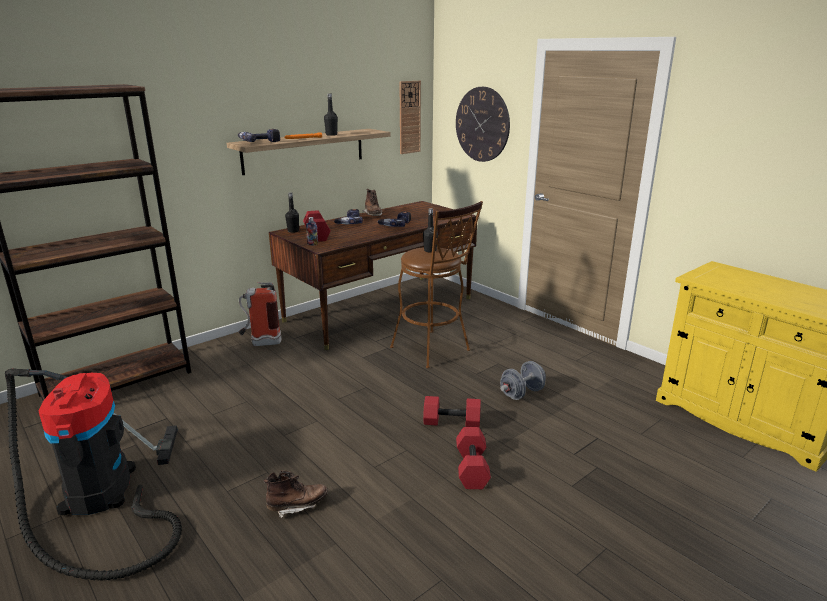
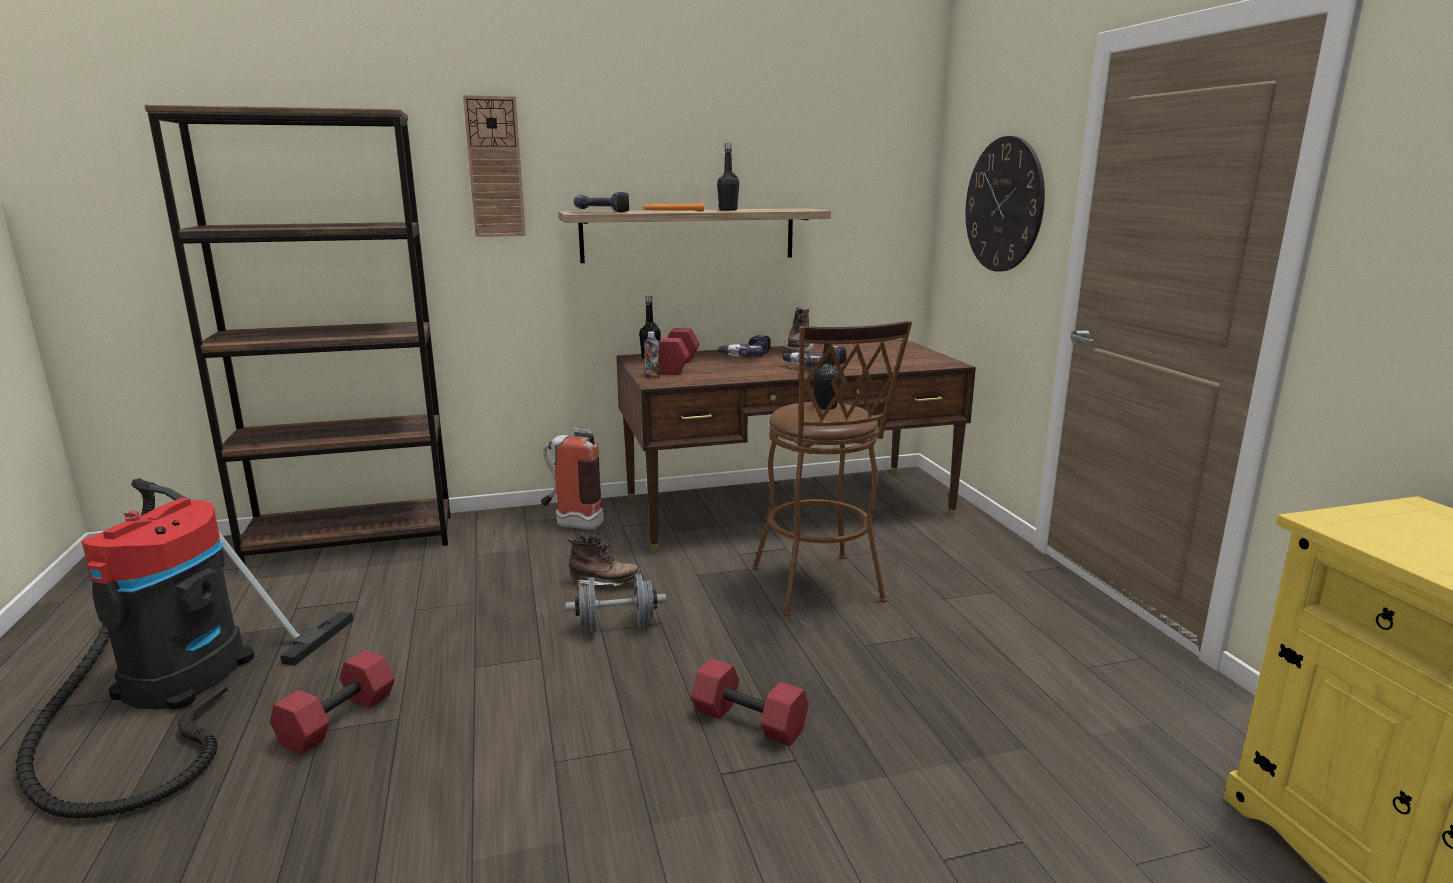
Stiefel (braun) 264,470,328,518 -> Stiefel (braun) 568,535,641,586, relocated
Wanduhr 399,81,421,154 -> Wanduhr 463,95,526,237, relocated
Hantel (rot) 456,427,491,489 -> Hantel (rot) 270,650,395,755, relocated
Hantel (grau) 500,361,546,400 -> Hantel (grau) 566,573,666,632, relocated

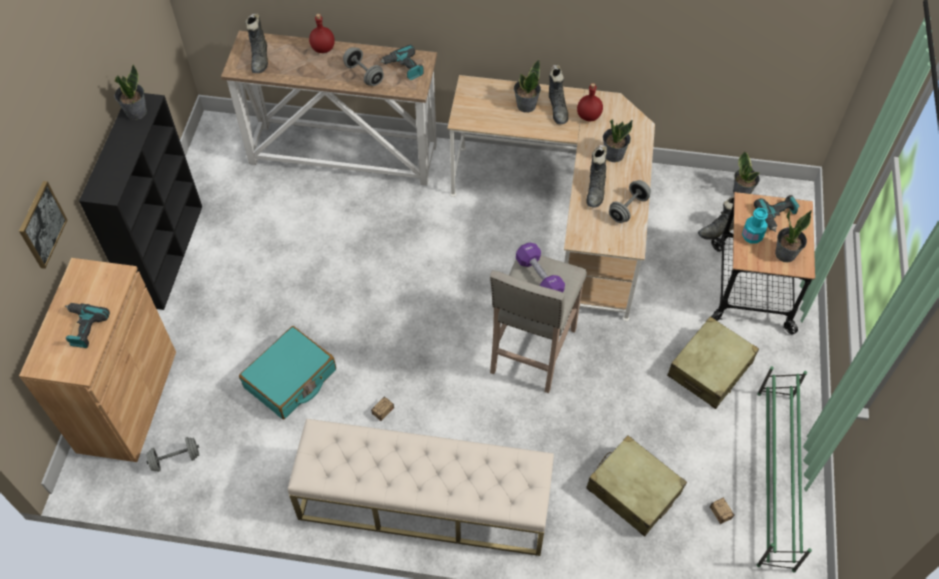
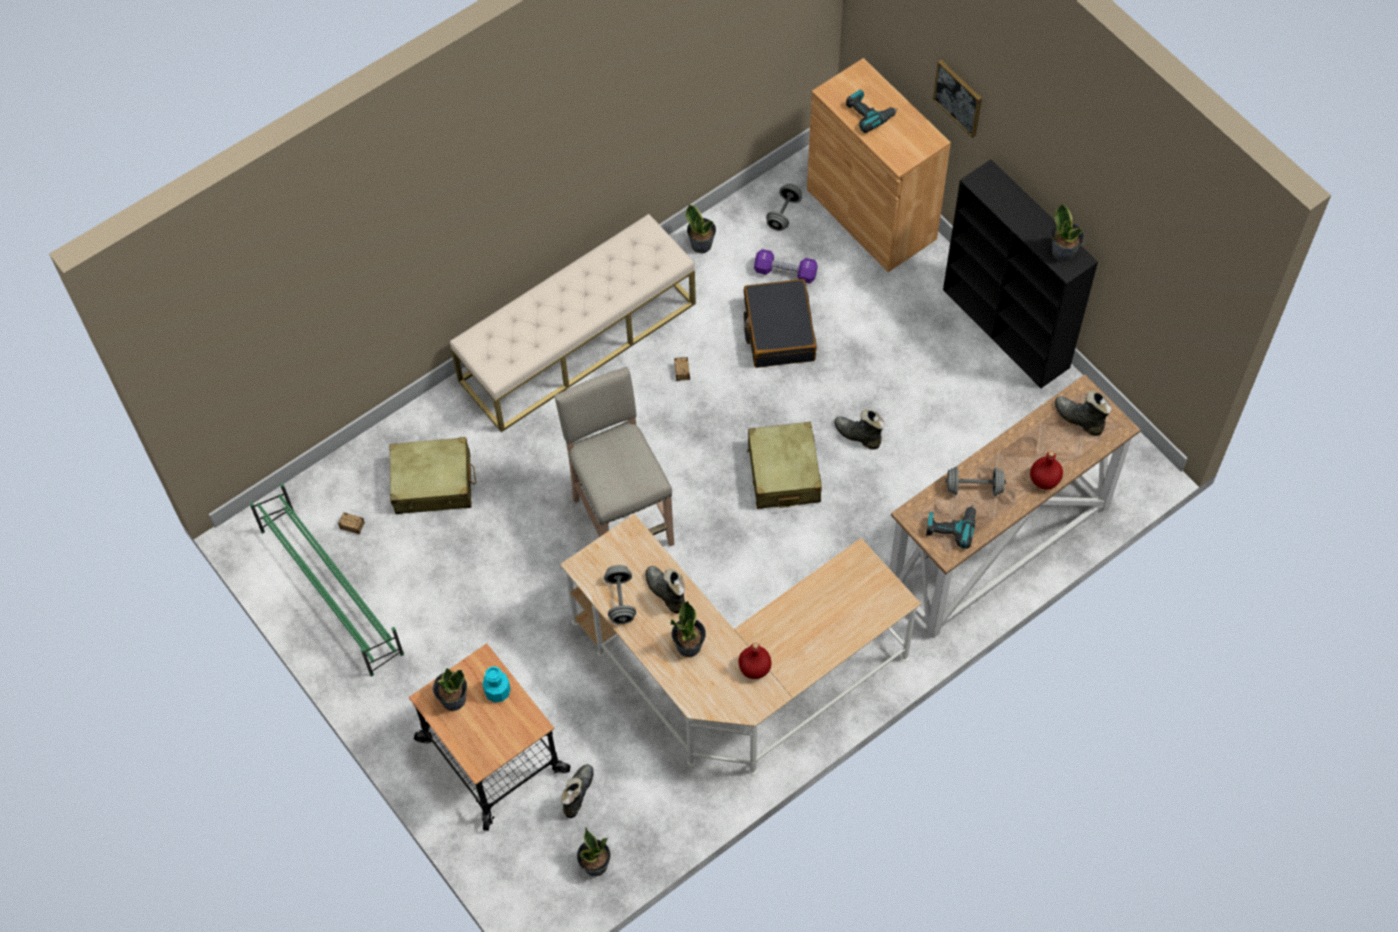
Bohrmaschine 754,195,799,232 -> none
Topfpflanze 514,59,541,113 -> Topfpflanze 686,205,716,253, relocated
Hantel (lila) 516,243,565,293 -> Hantel (lila) 754,249,818,284, relocated
Stiefel (schwarz) 549,65,568,124 -> Stiefel (schwarz) 834,409,885,449, relocated
Koffer (beige) 667,317,759,409 -> Koffer (beige) 747,422,822,509, relocated
Koffer (türkis) 239,326,336,419 -> Koffer (schwarz) 744,279,817,368

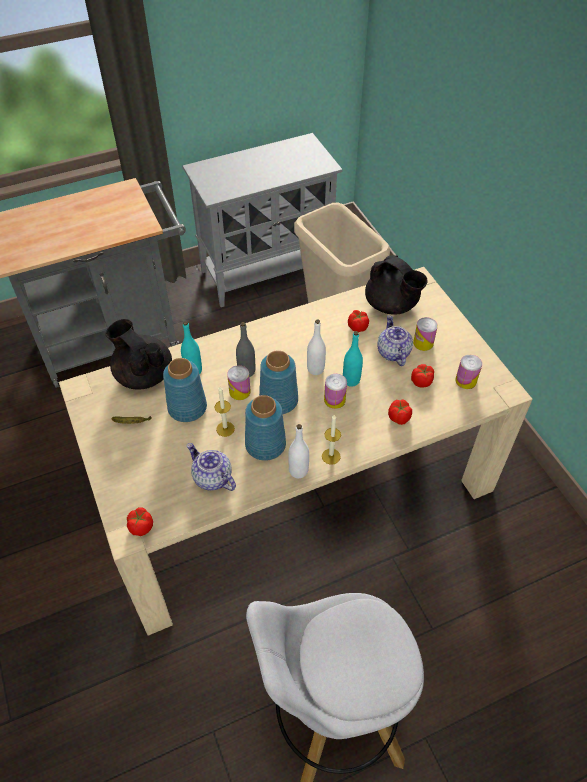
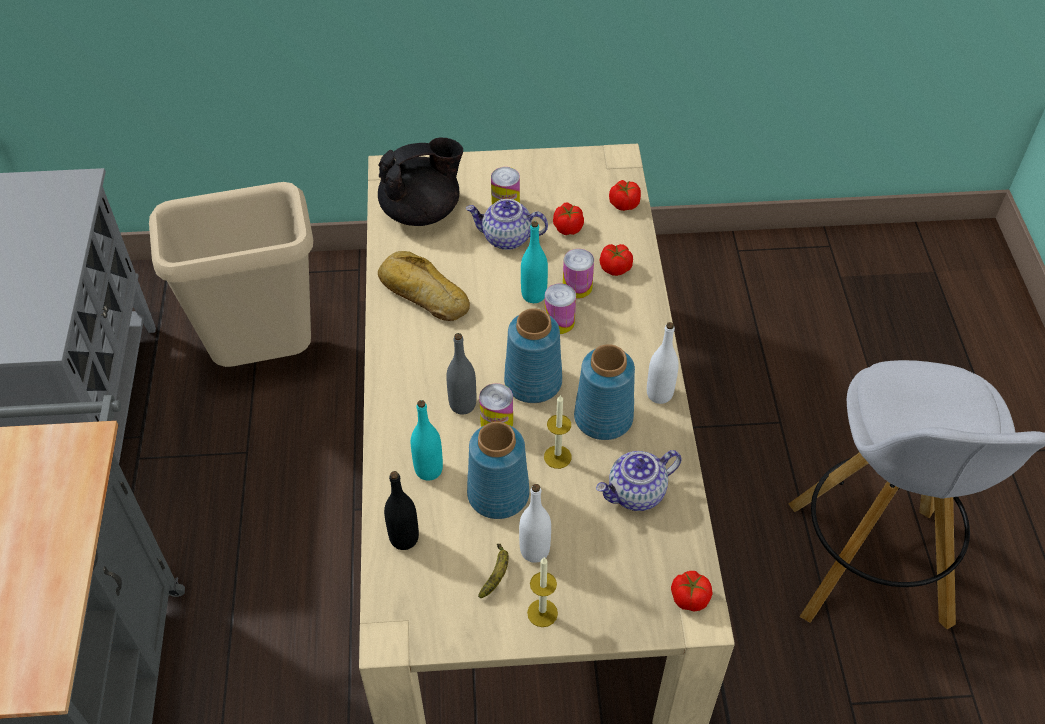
none -> Brot 378,251,470,321
Flasche (weiß) 307,319,326,375 -> Flasche (weiß) 519,484,551,563, relocated
Kerze 322,415,341,465 -> Kerze 527,558,558,627, relocated
Tomate 348,310,369,332 -> Tomate 609,180,641,211, relocated
Dose 455,355,482,389 -> Dose 563,249,594,298, relocated
Teekanne (schwarz) 106,319,172,390 -> Flasche (schwarz) 384,471,419,550

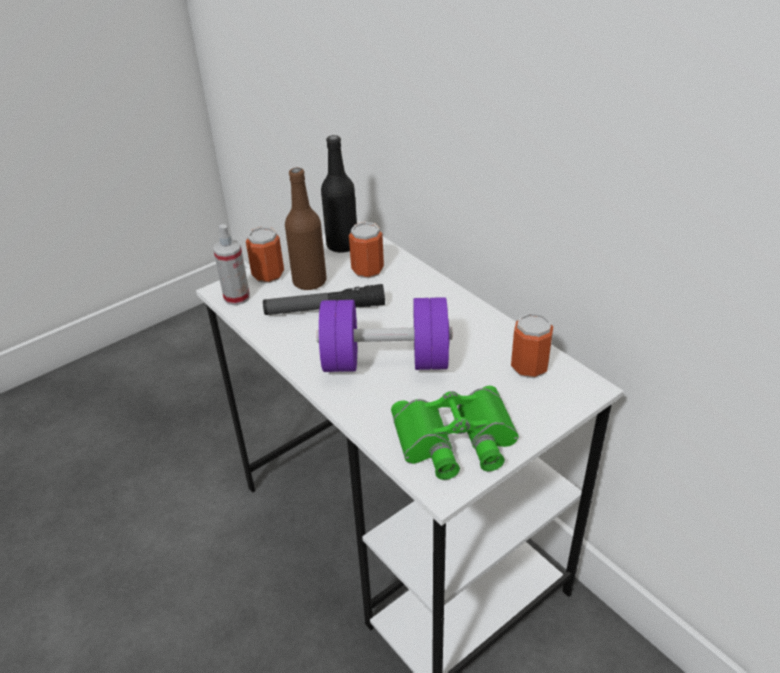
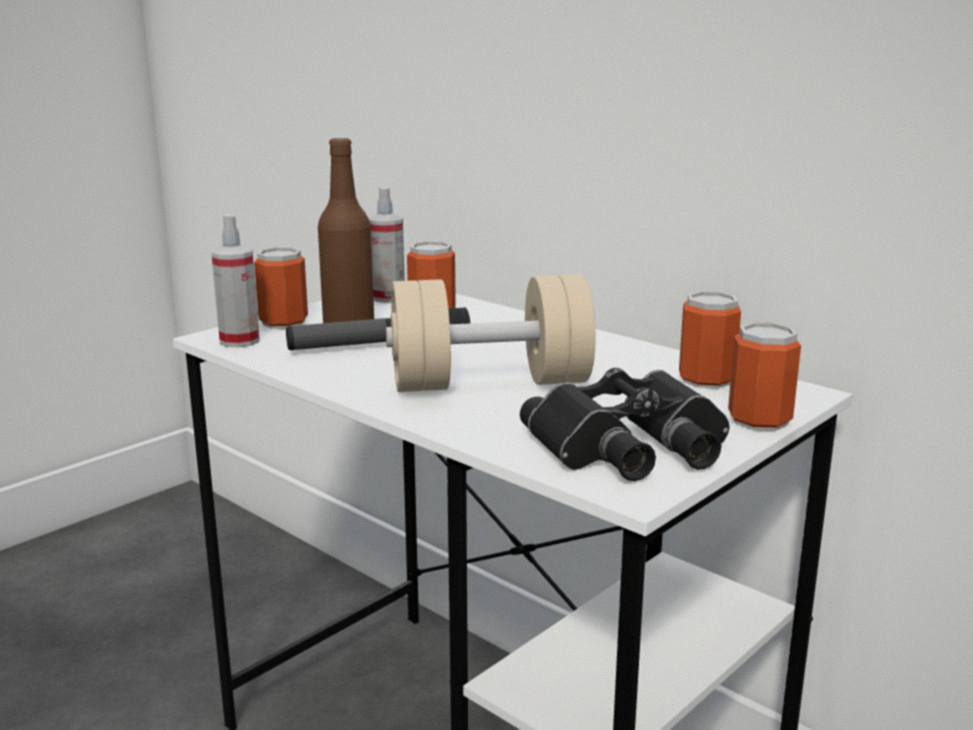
none -> Dose 728,322,801,431
Flasche (schwarz) 321,135,357,253 -> Sprühflasche 369,187,405,303
Hantel (lila) 316,297,452,372 -> Hantel (beige) 386,274,596,392
Fernglas (grün) 391,386,519,480 -> Fernglas (schwarz) 520,368,729,481

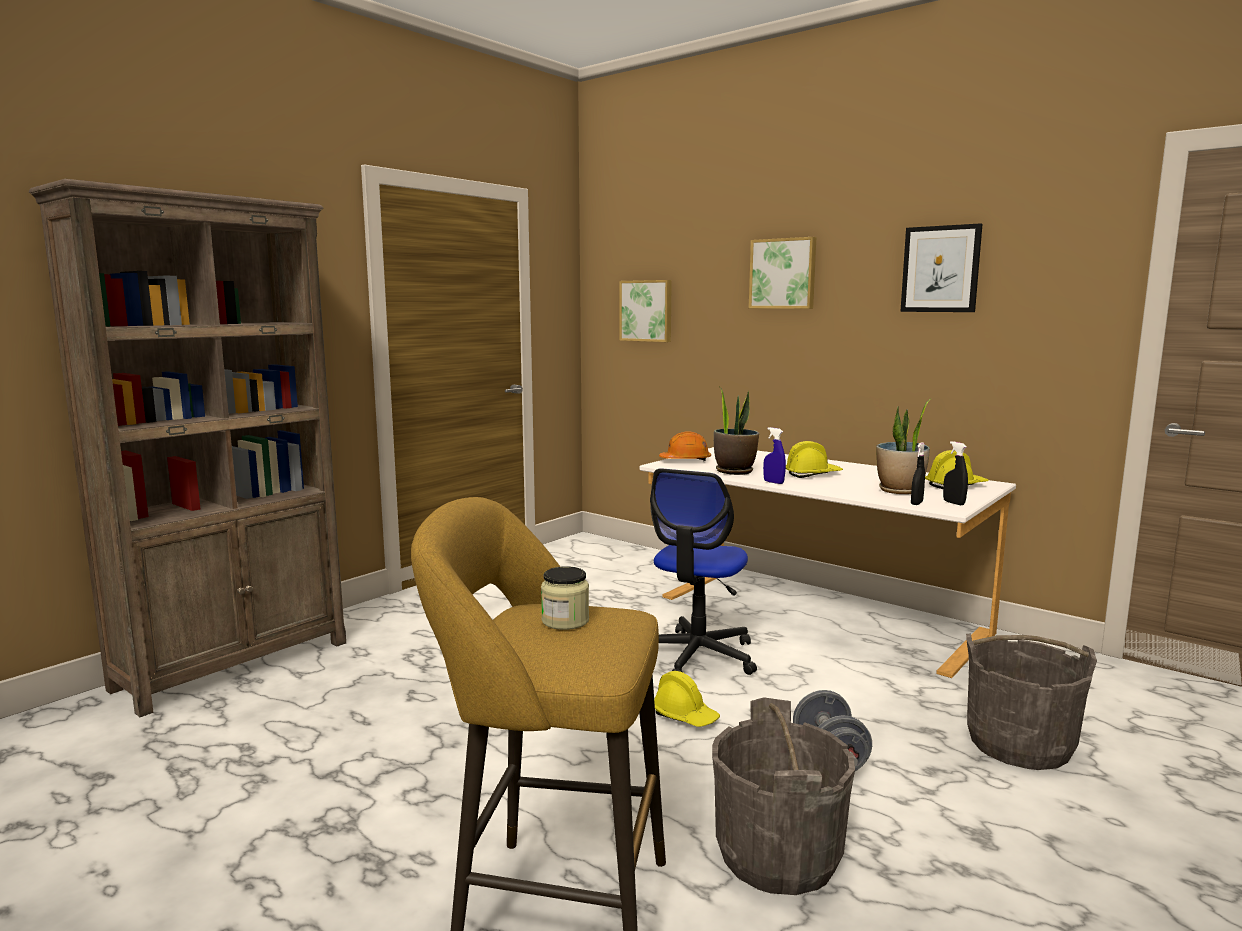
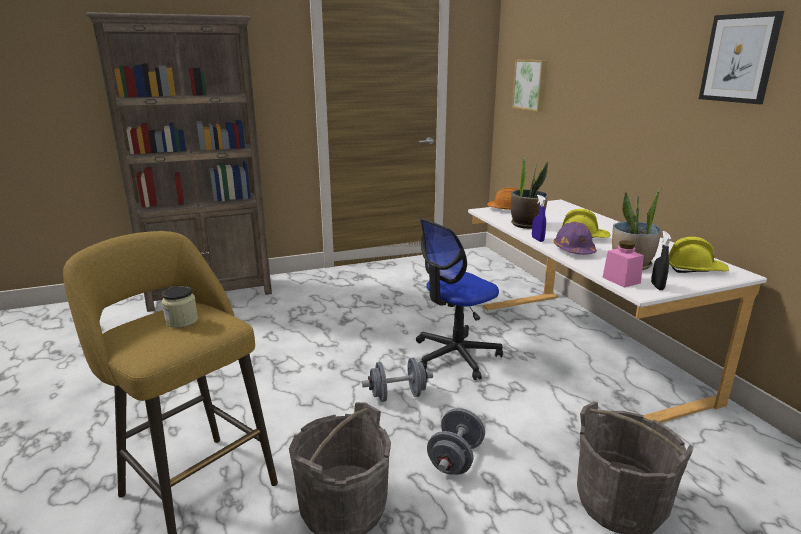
Bild 749,237,816,309 -> none
none -> Schutzhelm (lila) 554,222,597,255
Schutzhelm (gelb) 654,671,720,727 -> Hantel (grau) 362,358,433,402
Sprühflasche (schwarz) 911,442,925,505 -> Vorratsglas (rosa) 602,240,644,288

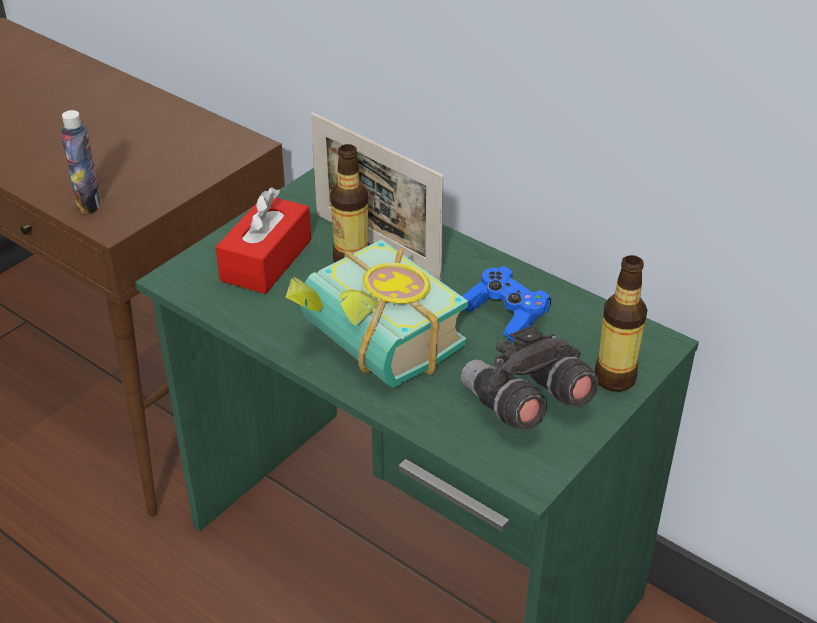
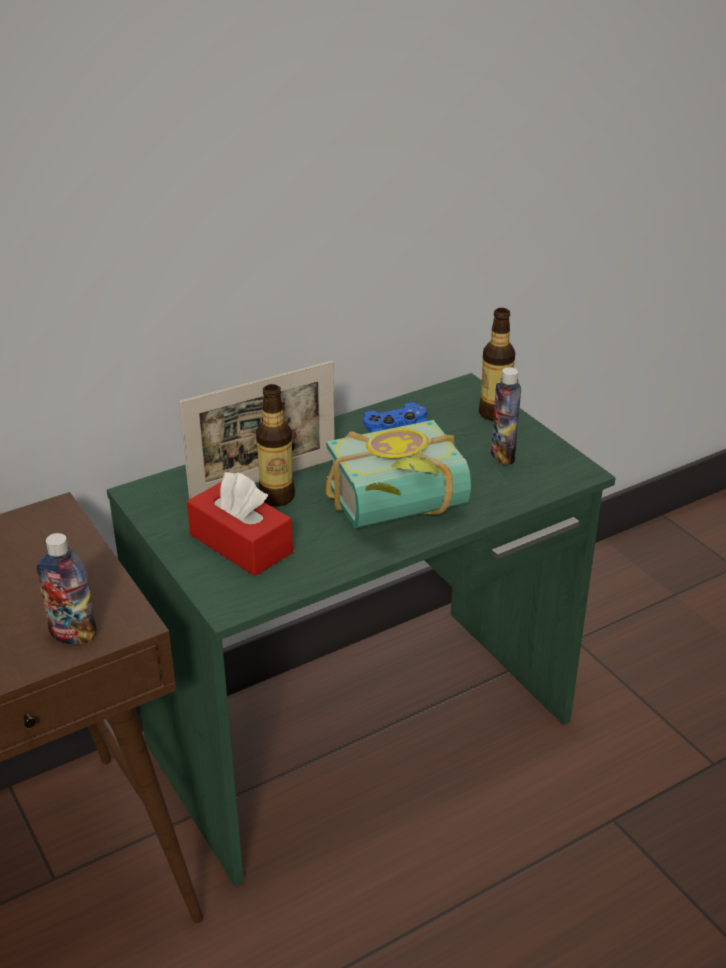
Fernglas (grau) 461,325,599,430 -> Flasche 491,367,521,465

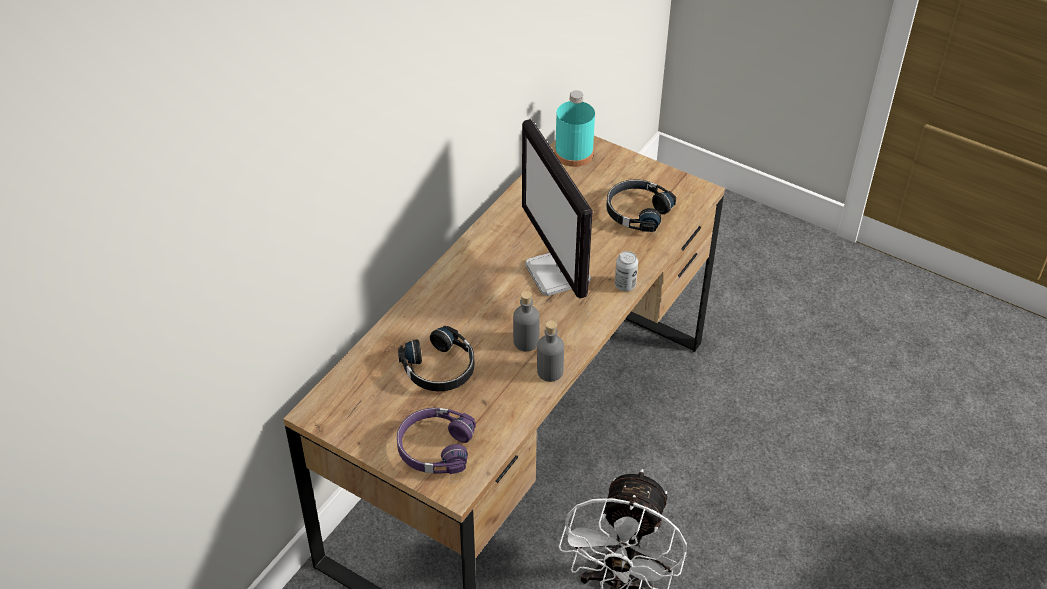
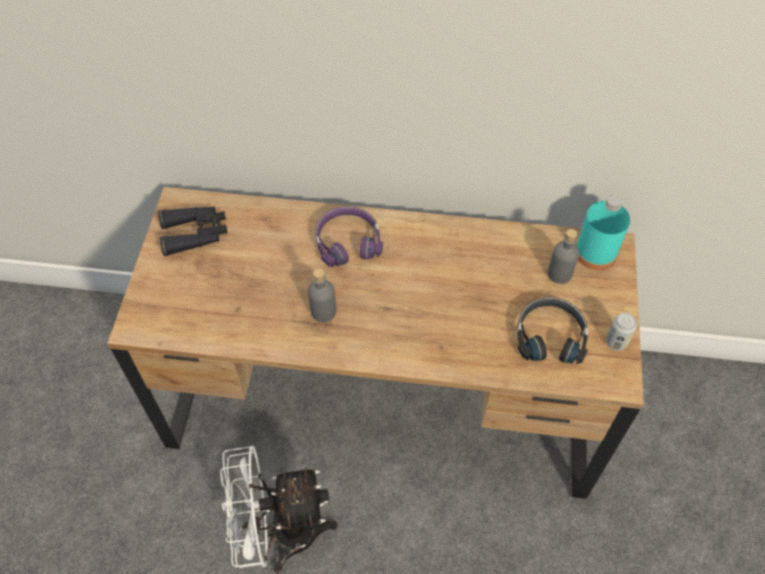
Kopfhörer (schwarz) 398,326,475,391 -> none
Monitor 522,119,593,298 -> none
none -> Fernglas (schwarz) 158,206,227,256
Kopfhörer (lila) 397,408,476,474 -> Kopfhörer (lila) 315,206,383,267, relocated
Flasche (grau) 537,320,564,382 -> Flasche (grau) 547,229,579,284, relocated
Dose 615,251,638,291 -> Dose 606,313,637,351, relocated

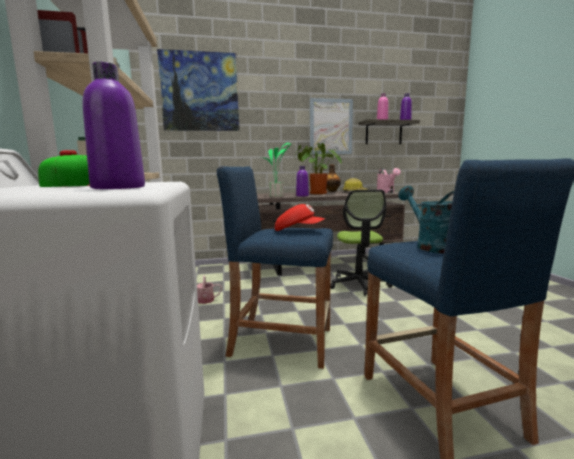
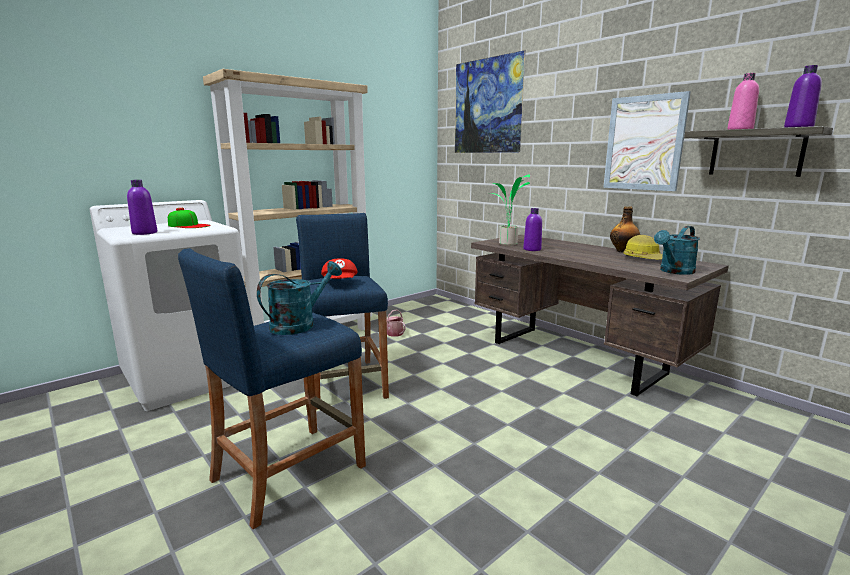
Topfpflanze 294,143,342,194 -> none
Bürostuhl 330,190,393,296 -> none
Gießkanne (rosa) 377,168,401,193 -> Gießkanne (türkis) 654,226,700,275

